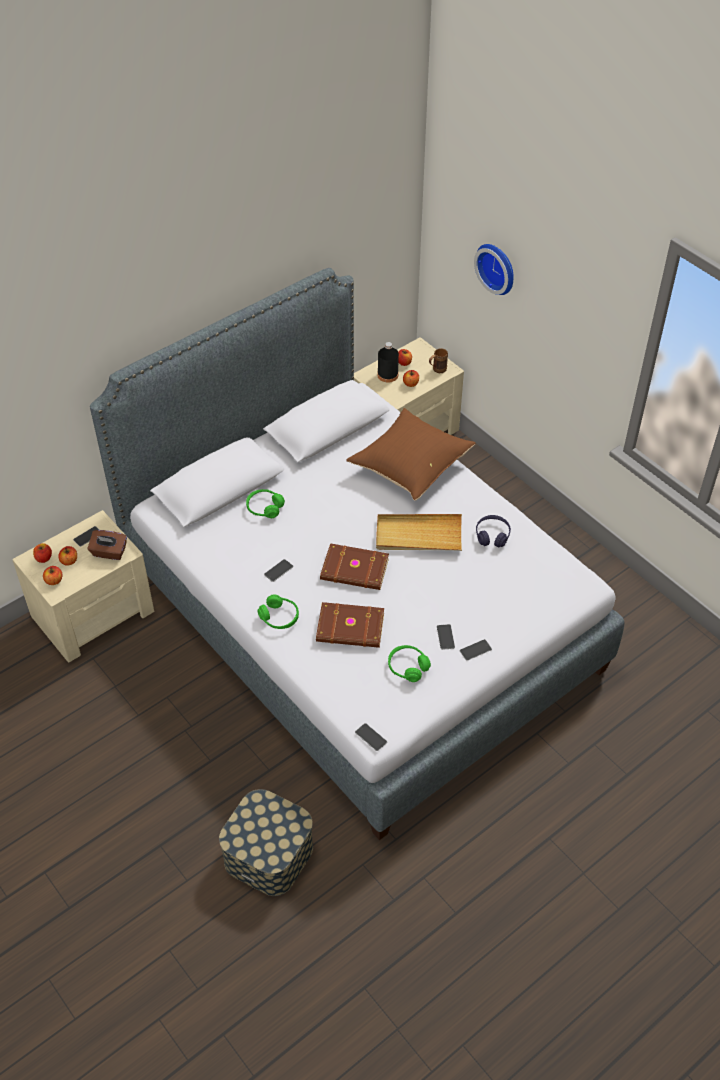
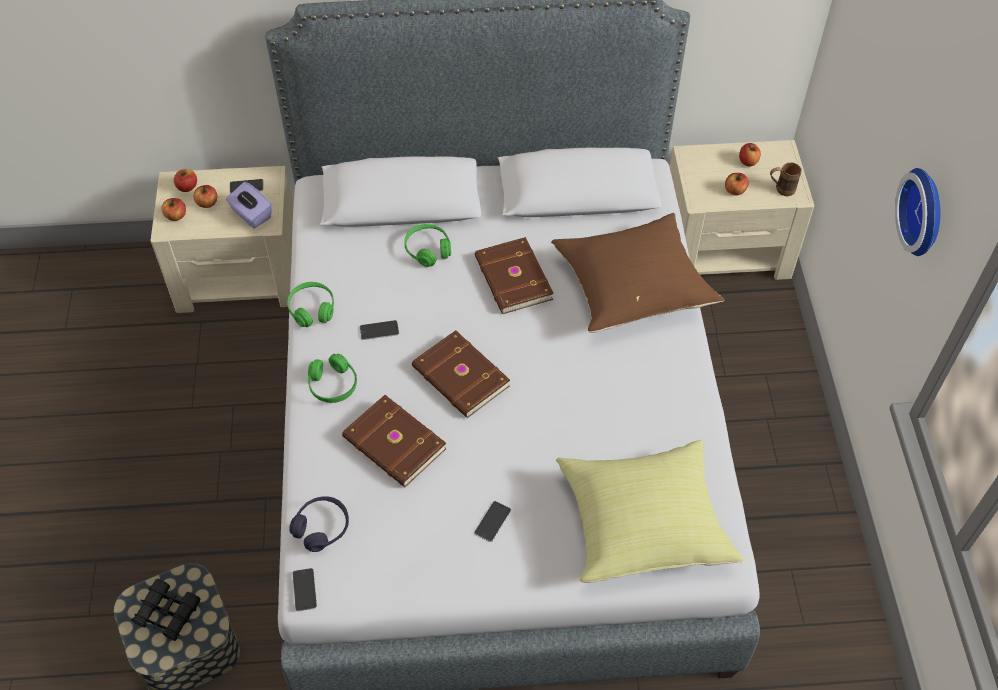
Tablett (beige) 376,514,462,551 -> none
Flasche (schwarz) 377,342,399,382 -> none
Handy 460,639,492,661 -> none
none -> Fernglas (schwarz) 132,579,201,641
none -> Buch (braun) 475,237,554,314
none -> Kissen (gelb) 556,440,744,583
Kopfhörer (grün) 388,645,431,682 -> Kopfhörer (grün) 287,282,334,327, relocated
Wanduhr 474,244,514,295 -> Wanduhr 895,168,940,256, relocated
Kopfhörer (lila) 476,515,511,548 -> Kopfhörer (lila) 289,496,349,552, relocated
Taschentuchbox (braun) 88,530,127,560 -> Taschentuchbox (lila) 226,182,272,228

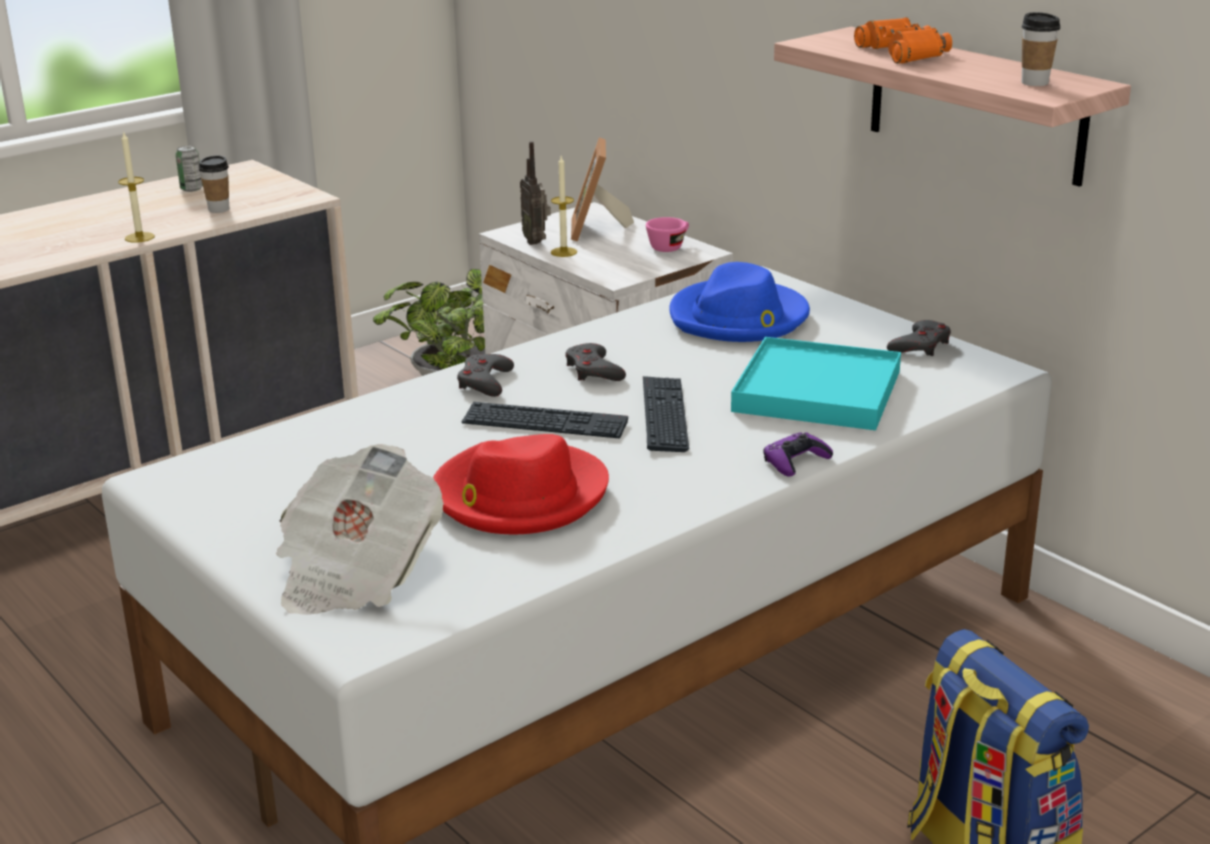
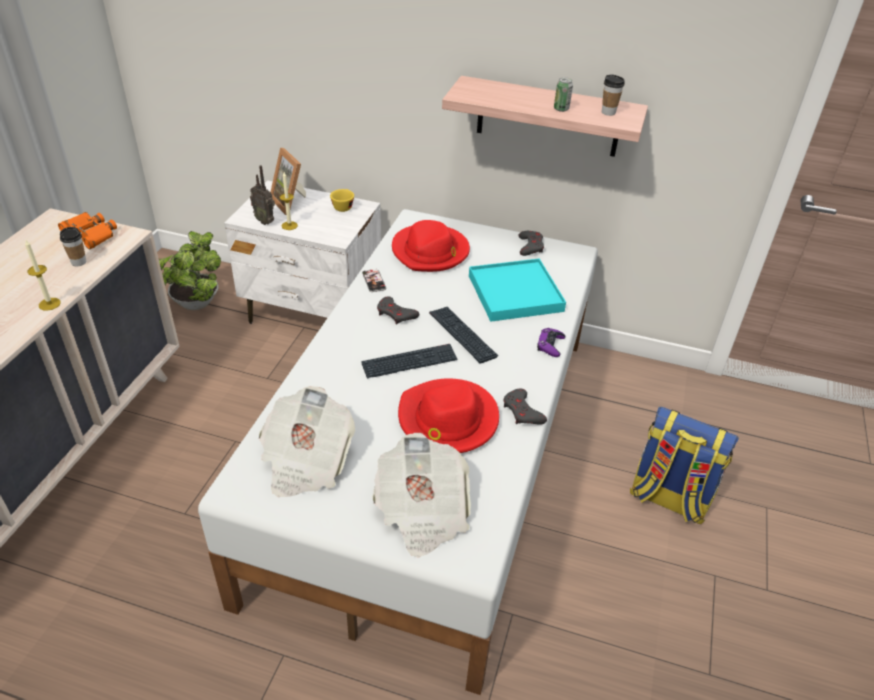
none -> Zeitung 259,386,355,497
none -> Handy 362,268,386,292
Dose 176,146,203,192 -> Dose 554,77,573,112, relocated
Gamepad (grau) 457,354,514,397 -> Gamepad (grau) 504,388,547,424, relocated
Fernglas (orange) 854,17,952,64 -> Fernglas (orange) 58,212,117,249, relocated
Tasse (rosa) 646,217,689,252 -> Tasse (gelb) 330,189,354,212
Hut (blau) 669,262,810,342 -> Hut (rot) 392,220,470,272

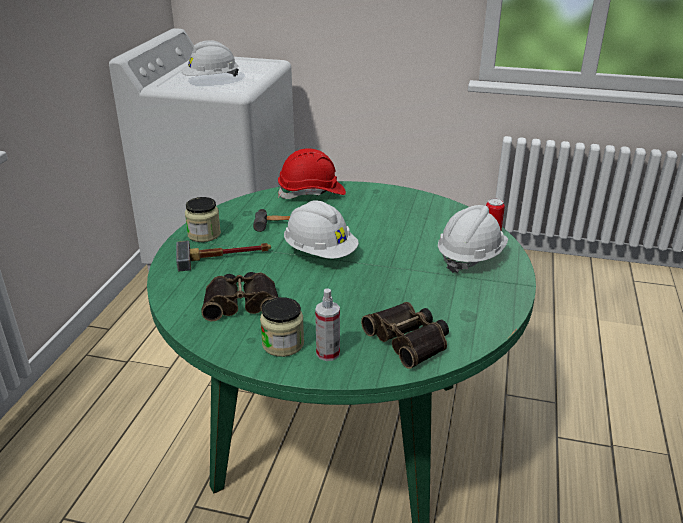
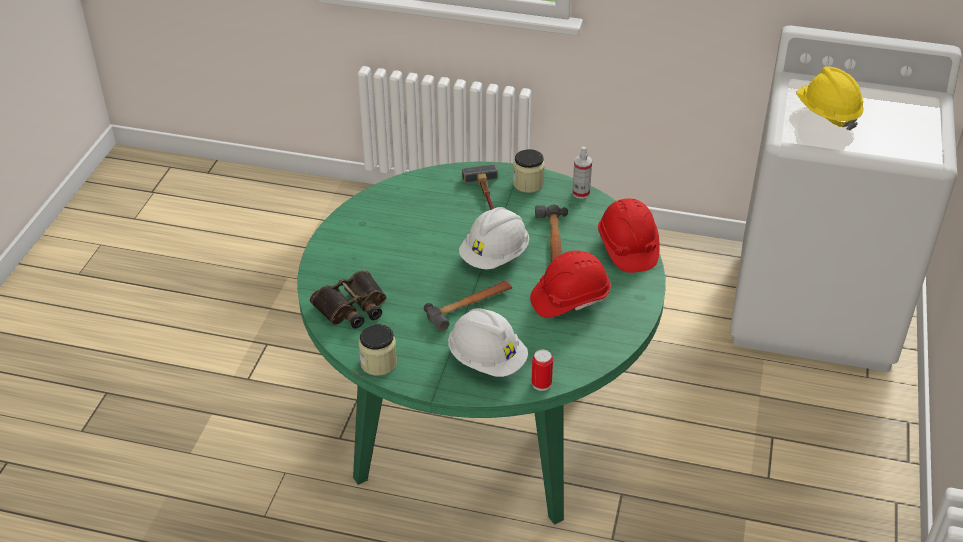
Fernglas 201,272,279,321 -> none
none -> Hammer 424,280,512,331
none -> Schutzhelm (rot) 530,250,611,318
Vorratsglas 260,297,304,357 -> Vorratsglas 358,324,397,376, relocated
Sprühflasche 315,288,340,361 -> Sprühflasche 572,146,592,199, relocated
Schutzhelm (weiß) 182,40,239,77 -> Schutzhelm (gelb) 796,66,864,131

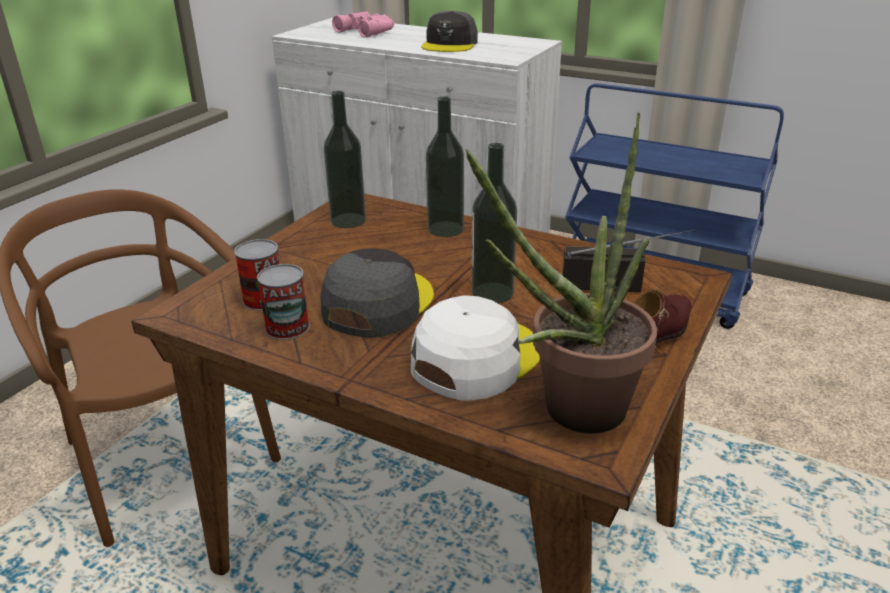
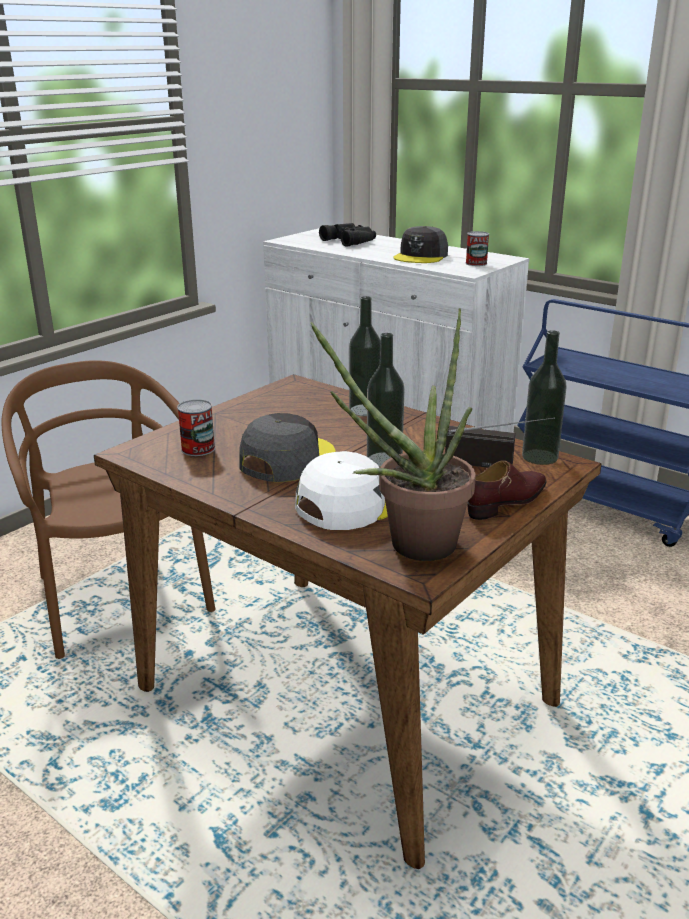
Dose 257,264,310,340 -> Dose 466,231,489,266, relocated
Flasche 324,91,366,228 -> Flasche 522,330,567,465, relocated
Fernglas (rosa) 332,12,394,38 -> Fernglas (schwarz) 319,223,376,247

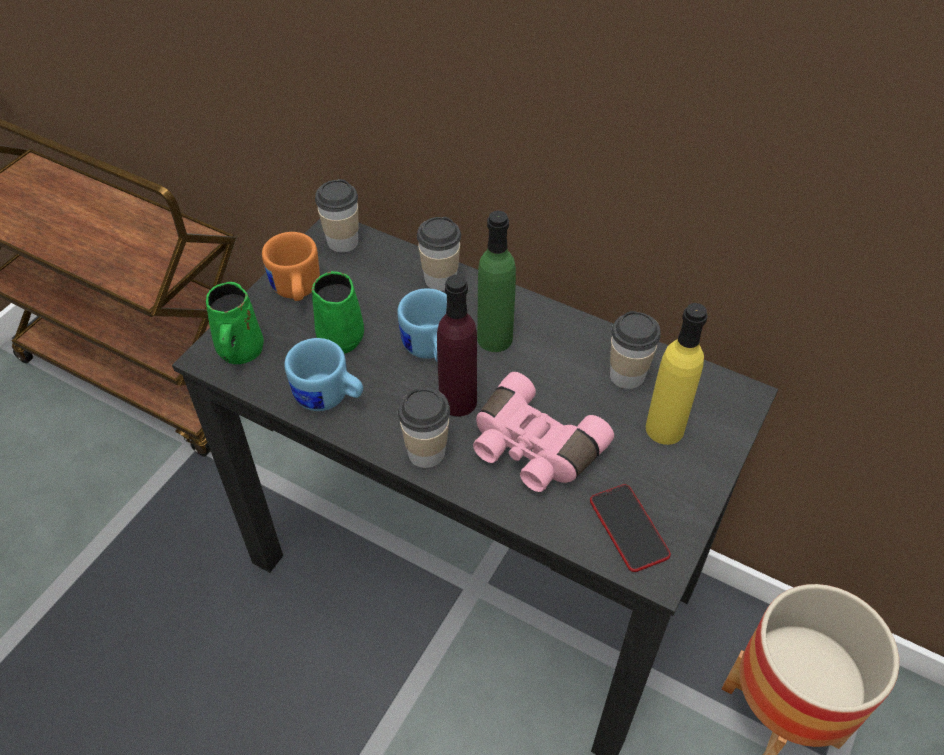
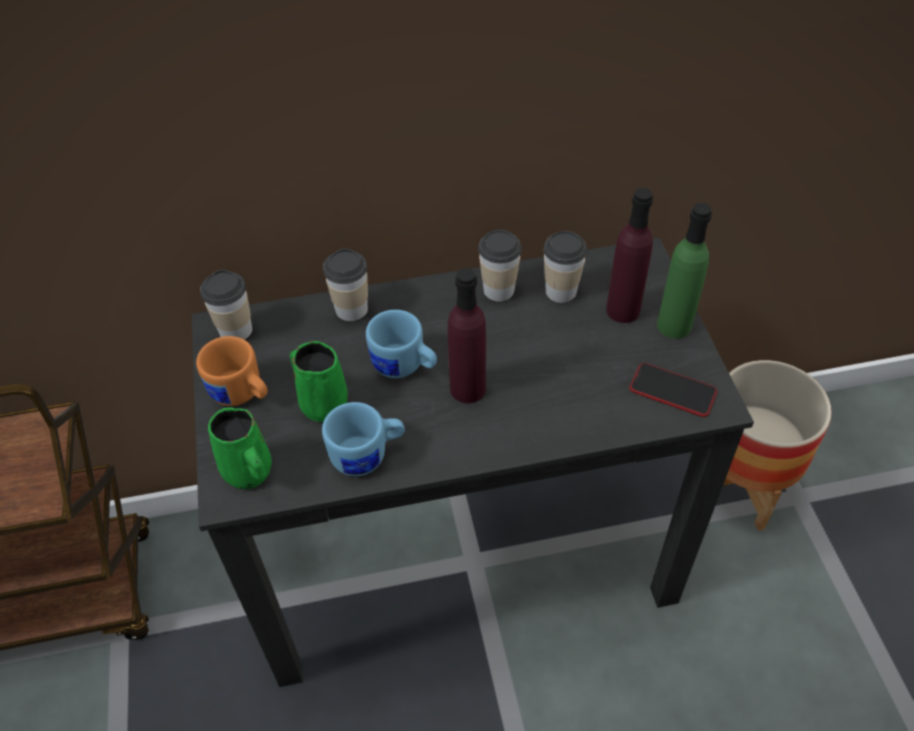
Fernglas (rosa) 473,372,614,492 -> none
Tasse 398,388,450,468 -> Tasse 478,230,522,302, relocated
Flasche (grün) 477,211,516,352 -> Flasche (grün) 657,203,712,339, relocated
Flasche (gelb) 646,303,708,445 -> Flasche (lila) 606,188,653,323

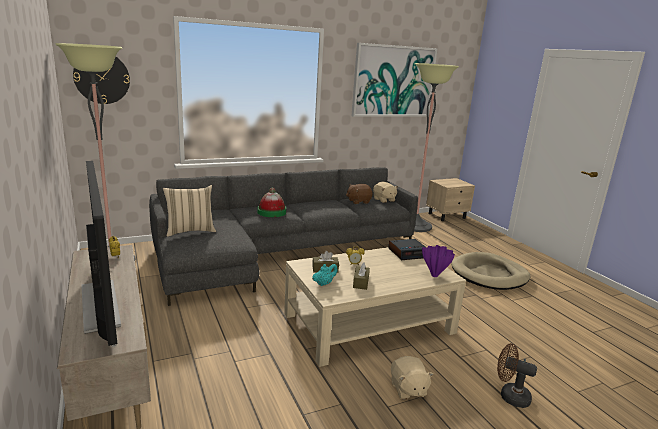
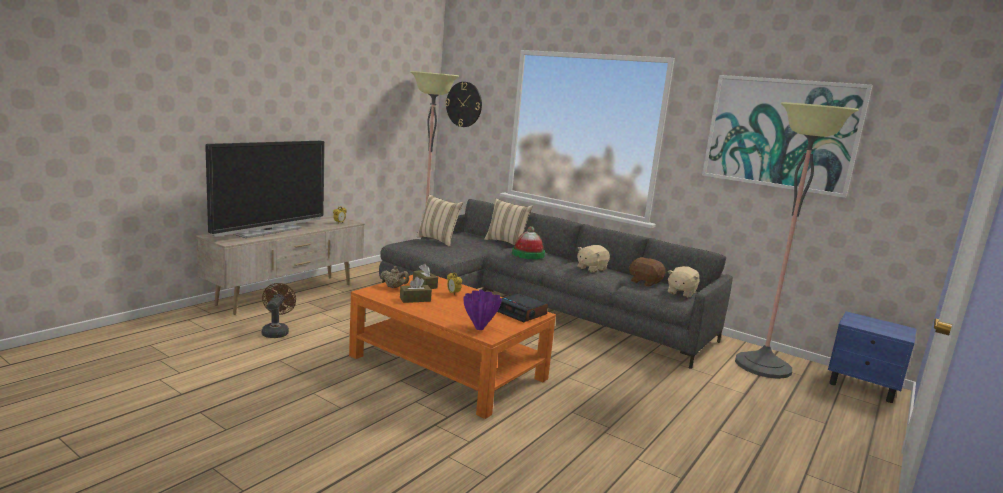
Hundebett (beige) 451,252,530,290 -> none
none -> Kissen (beige) 484,199,533,245
Plüschtier (beige) 391,356,434,400 -> Plüschtier (beige) 577,245,610,273, relocated
Ventilator (braun) 497,343,537,408 -> Ventilator (braun) 262,283,296,338, relocated
Couchtisch (beige) 284,247,466,367 -> Couchtisch (orange) 349,275,556,419
Teekanne (türkis) 312,264,338,286 -> Teekanne (beige) 381,266,409,288
Nachttisch (beige) 426,178,475,221 -> Nachttisch (blau) 828,311,916,403

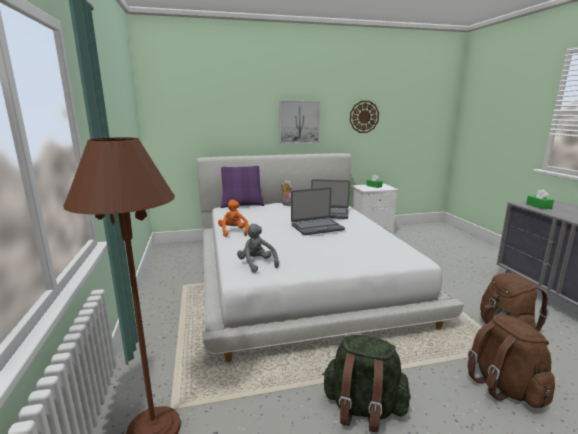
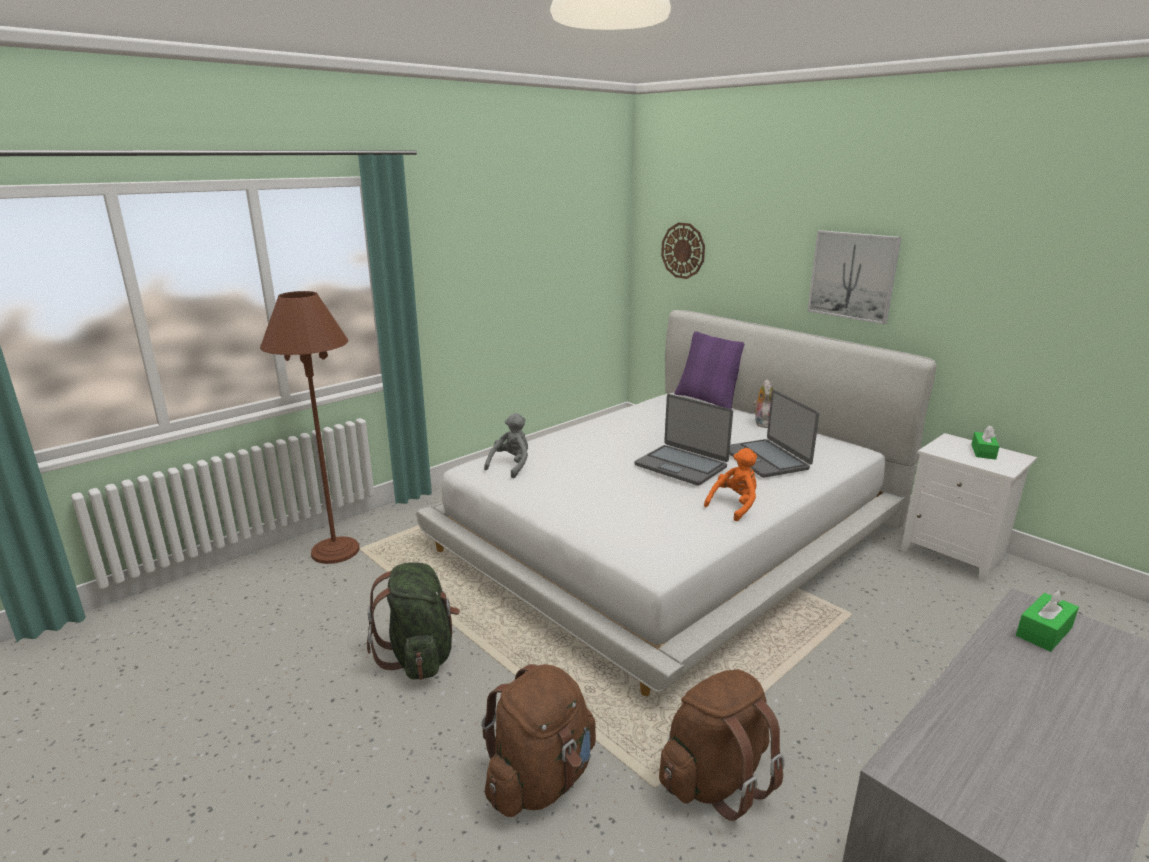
Plüschtier (orange) 218,199,249,237 -> Plüschtier (orange) 704,448,757,521, relocated
Wanduhr 350,101,379,133 -> Wanduhr 661,223,705,279, relocated

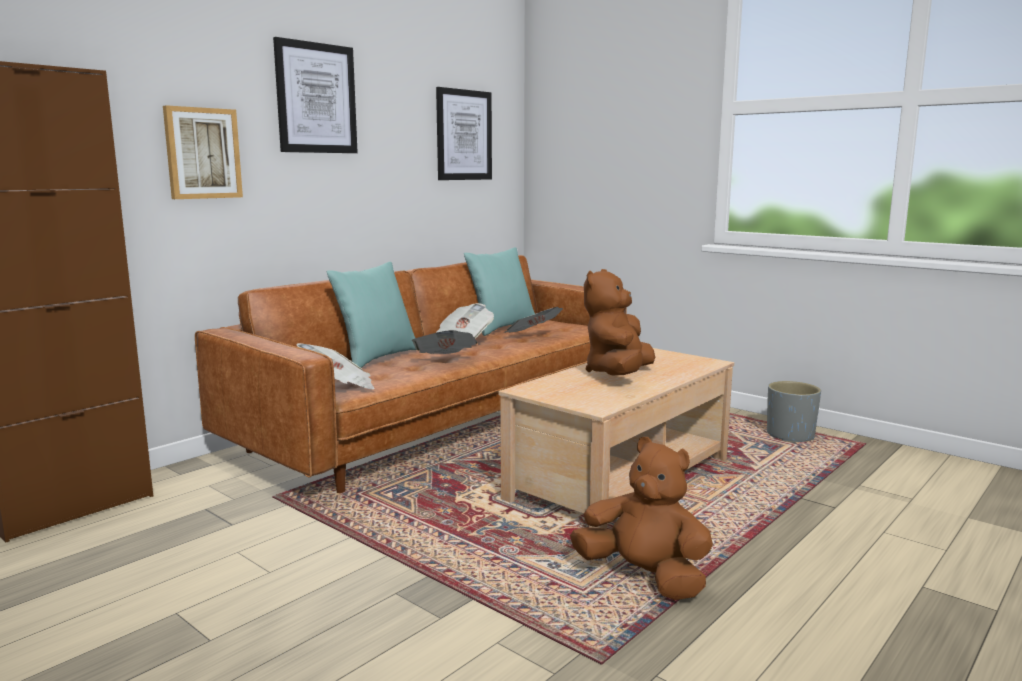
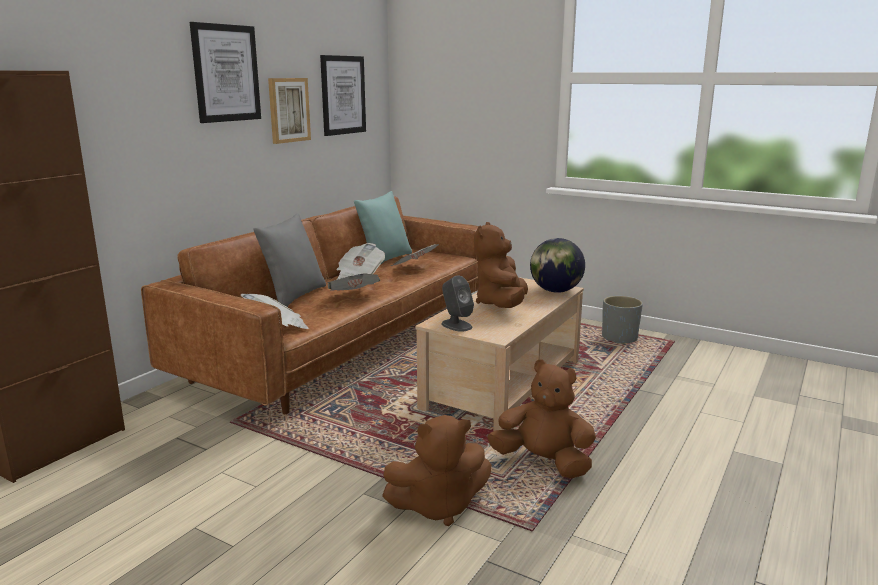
none -> Plüschtier (braun) 382,415,492,526
none -> Lautsprecher (grau) 441,275,474,332
none -> Globus 530,238,585,293
Bild 163,105,243,199 -> Bild 268,78,311,144, relocated
Kissen (türkis) 327,262,416,368 -> Kissen (grau) 253,213,326,307

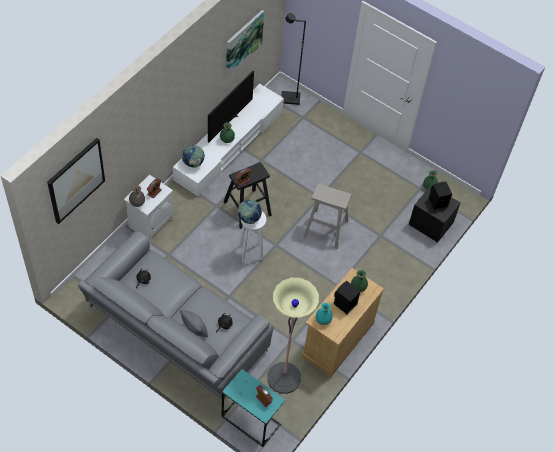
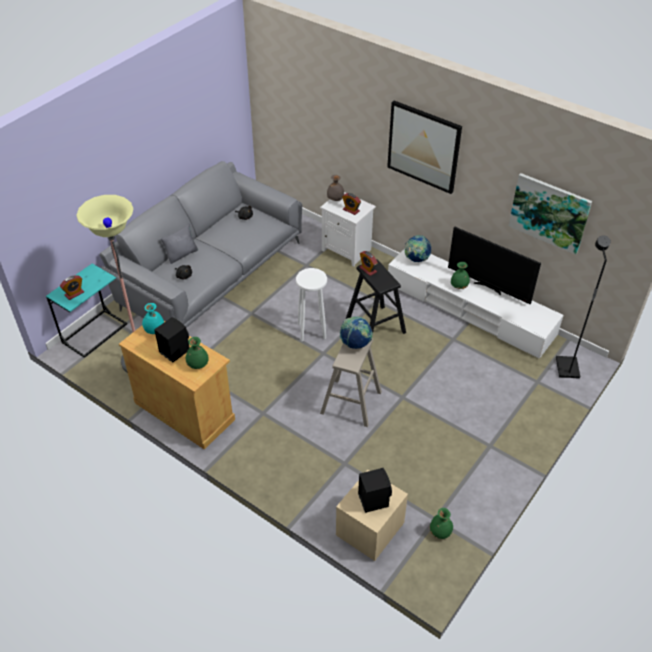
Bild 47,138,105,224 -> Bild 387,101,462,194, relocated
Globus 237,200,262,224 -> Globus 340,316,373,349, relocated
Nachttisch (schwarz) 409,185,461,243 -> Nachttisch (beige) 336,470,408,561

